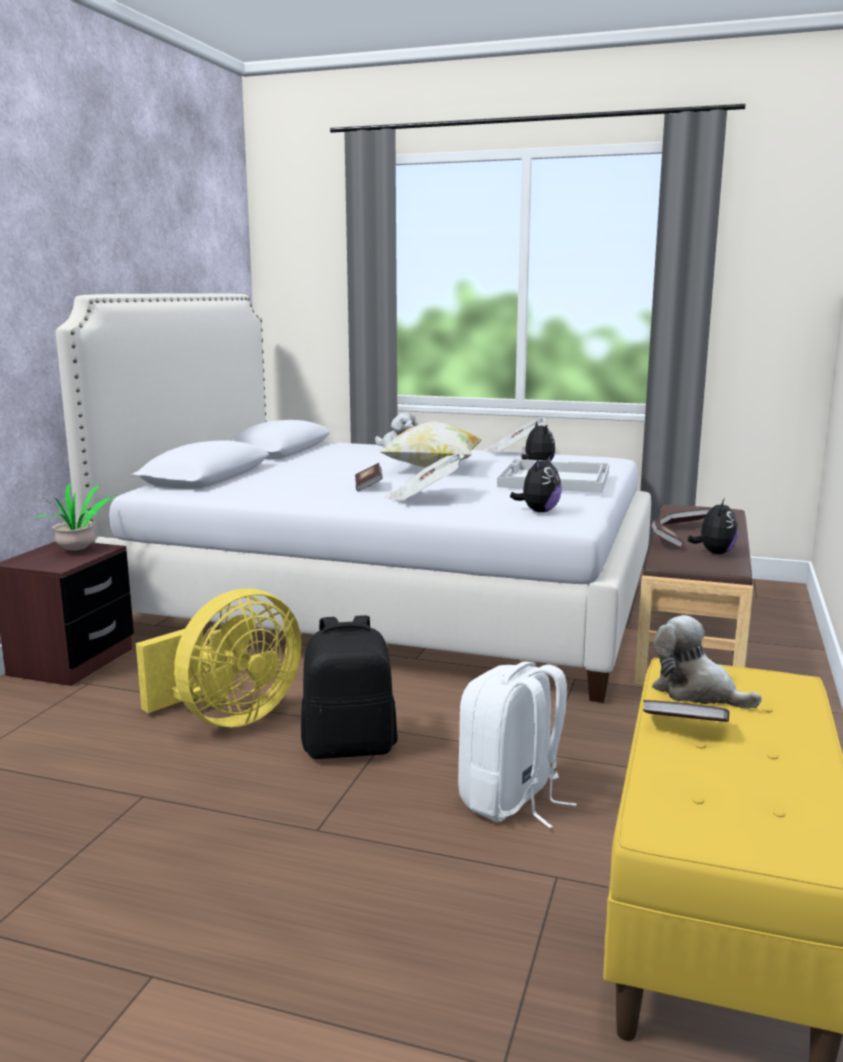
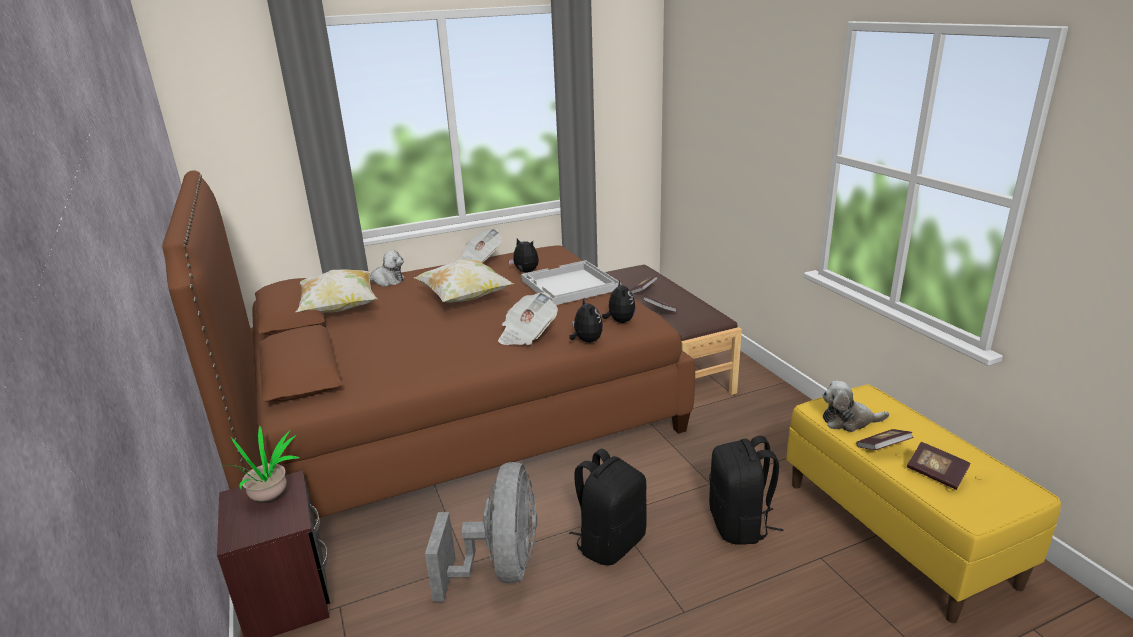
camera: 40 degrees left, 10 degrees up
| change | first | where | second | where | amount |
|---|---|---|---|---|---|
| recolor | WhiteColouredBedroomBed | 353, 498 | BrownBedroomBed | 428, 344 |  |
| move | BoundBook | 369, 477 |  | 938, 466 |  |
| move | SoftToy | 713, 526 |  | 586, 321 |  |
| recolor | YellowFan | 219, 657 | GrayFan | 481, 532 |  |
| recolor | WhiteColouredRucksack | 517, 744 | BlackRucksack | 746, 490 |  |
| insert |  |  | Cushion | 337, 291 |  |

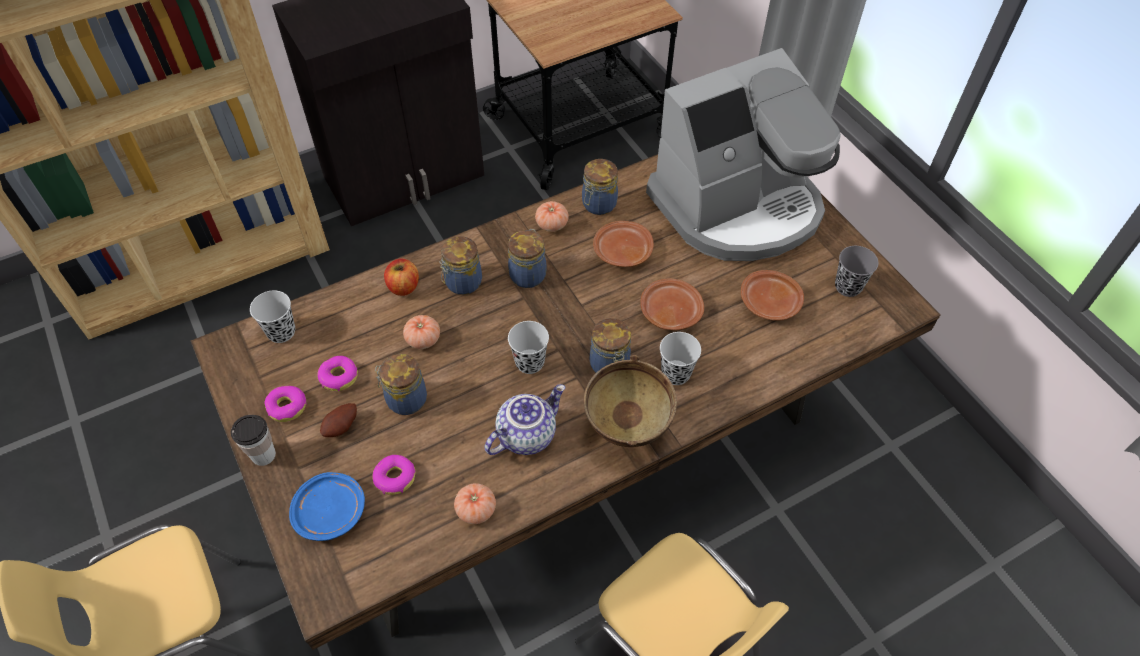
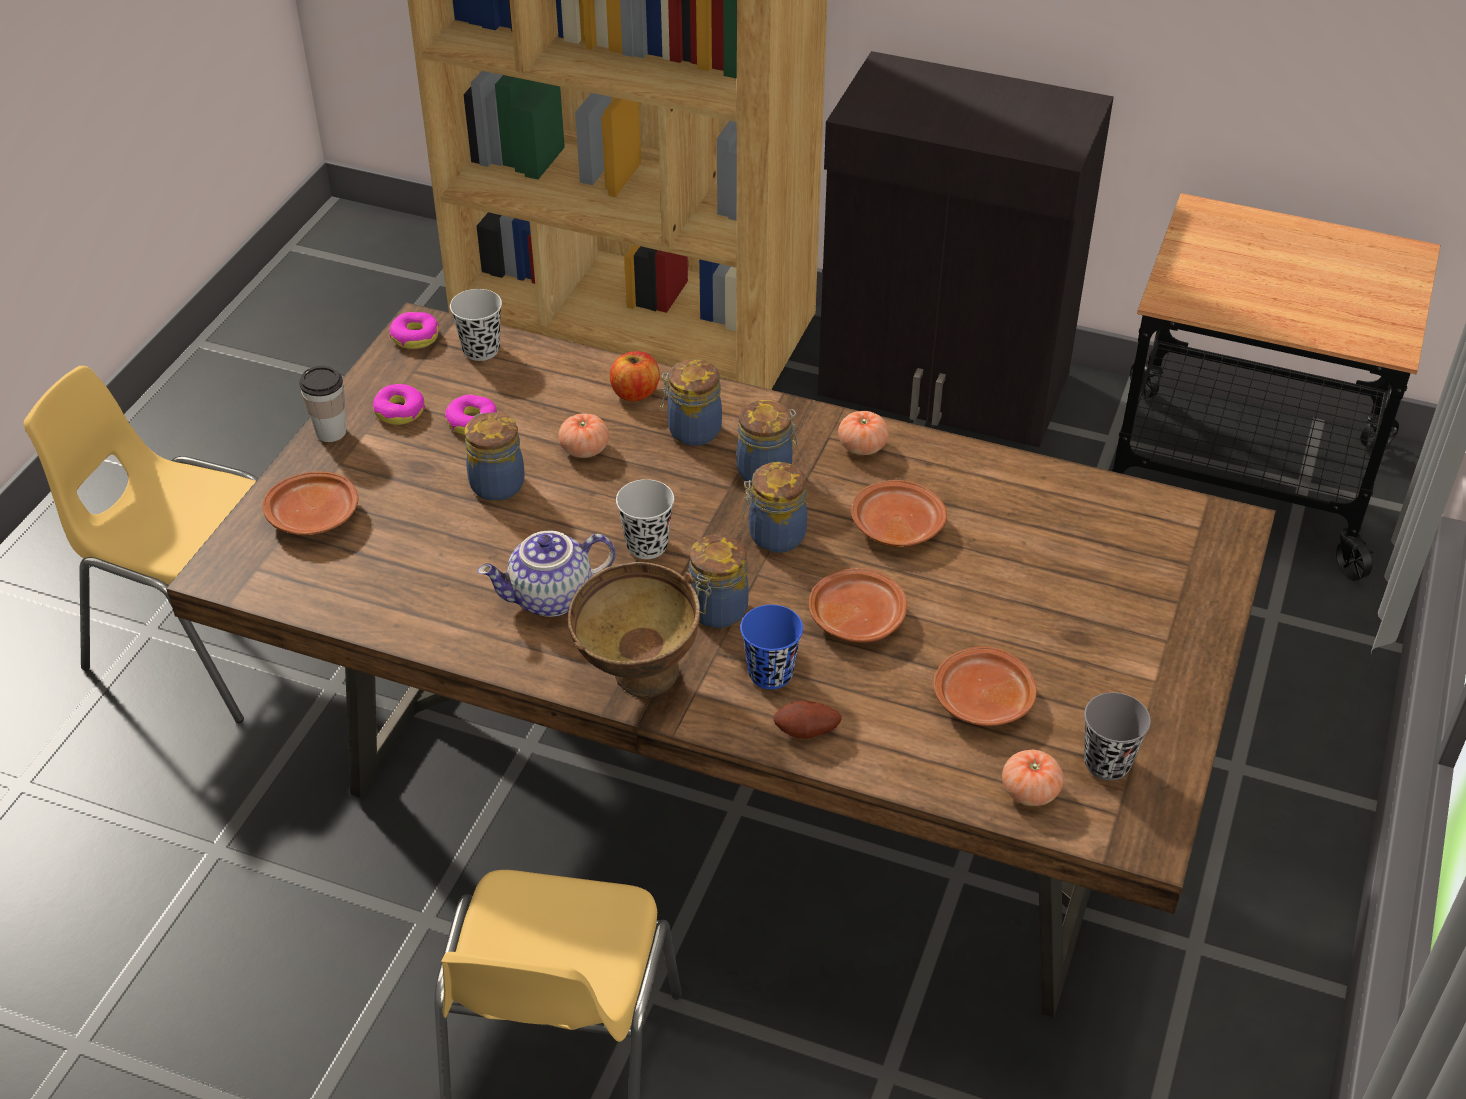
camera: 50 degrees right, 10 degrees down
| change | first | where | second | where | amount |
|---|---|---|---|---|---|
| delete | CoffeeMachine | 743, 154 |  |  |  |
| move | Jar | 600, 187 |  | 775, 507 |  |
| recolor | BlackSmallCup | 680, 358 | BlueSmallCup | 771, 647 |  |
| rotate | Teapot | 524, 419 |  | 546, 574 | 150 degrees clockwise |
| move | Potato | 338, 420 |  | 807, 720 |  |
| move | RingDoughnut | 394, 475 |  | 414, 330 |  |
| recolor | BlueFlatDish | 327, 506 | BrownFlatDish | 310, 503 |  |
| move | WholeTomato | 475, 503 |  | 1033, 778 |  |

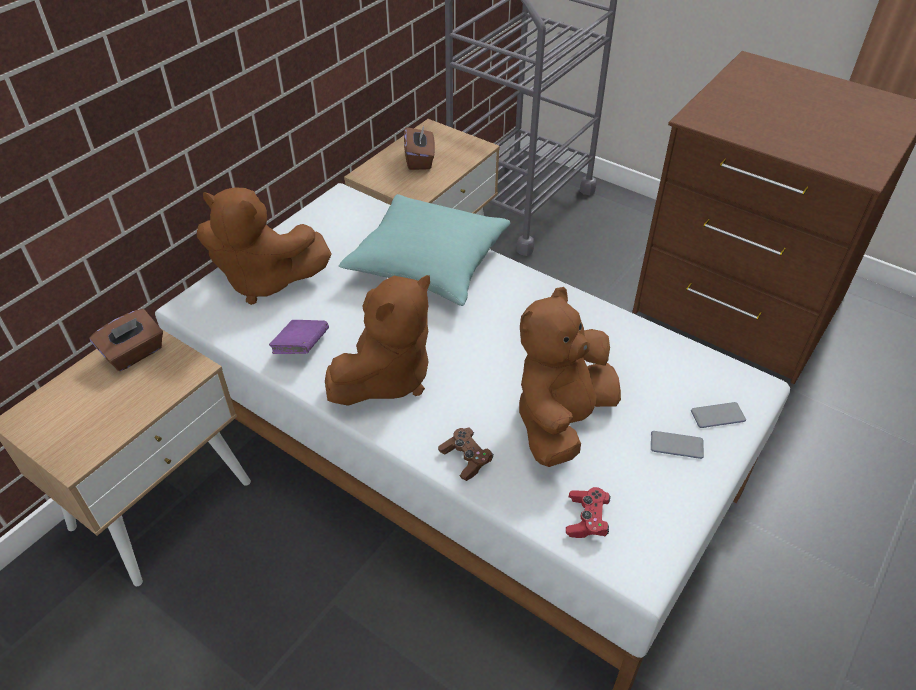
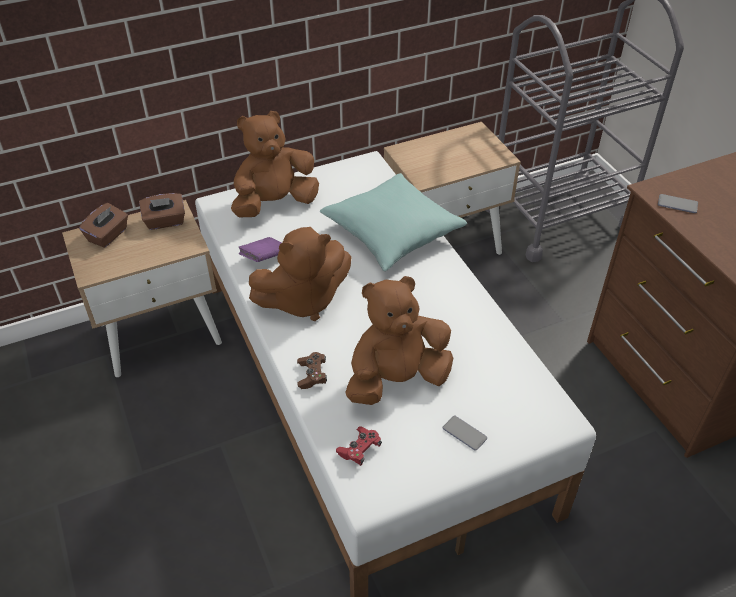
camera: 30 degrees right, 0 degrees up
| change | first | where | second | where | amount |
|---|---|---|---|---|---|
| move | BrownBoxOfTissues | 419, 147 |  | 103, 225 |  |
| rotate | BrownSoftToy | 264, 246 |  | 275, 164 | 105 degrees clockwise |
| move | Handset | 718, 415 |  | 678, 203 |  |

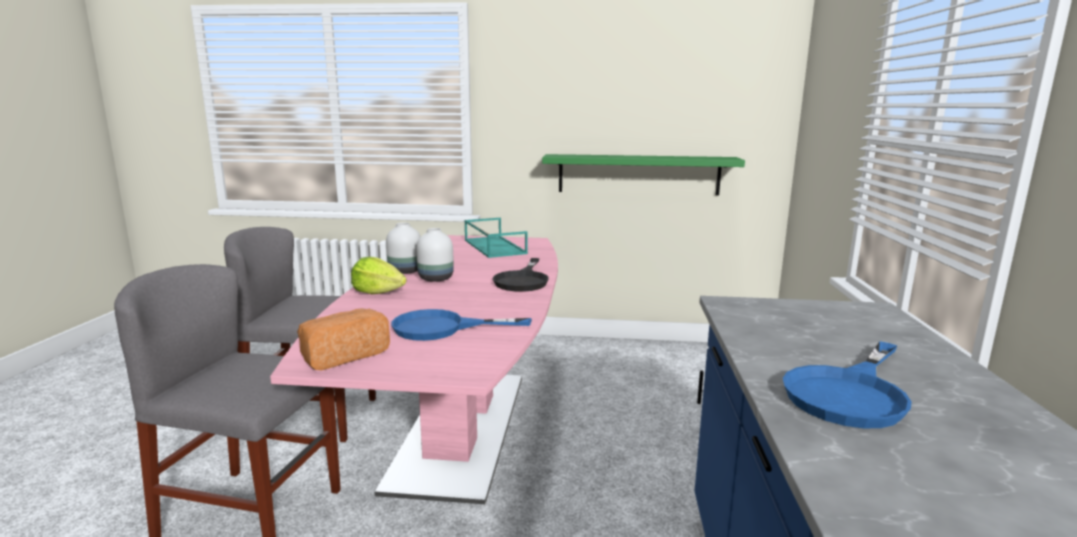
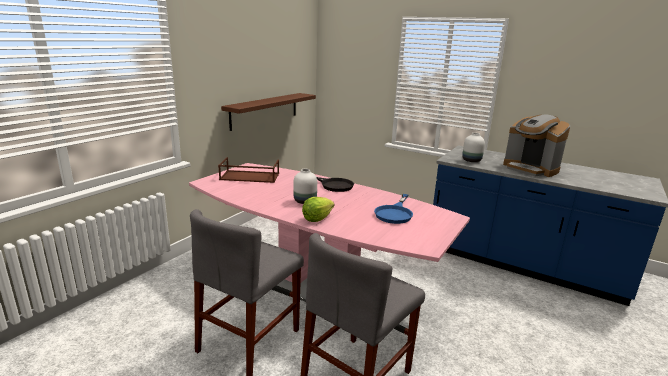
camera: 65 degrees left, 5 degrees up
| change | first | where | second | where | amount |
|---|---|---|---|---|---|
| recolor | GreenWallShelf | 643, 174 | BrownWallShelf | 268, 112 |  |
| recolor | BlueGreenTray | 496, 238 | BrownTray | 248, 170 |  |
| move | WhiteColouredFlowerVase | 403, 248 |  | 473, 147 |  |
| delete | BakeryBread | 343, 339 |  |  |  |
| replace | BlueSkillet | 847, 384 | CoffeeMachine | 536, 145 |  |

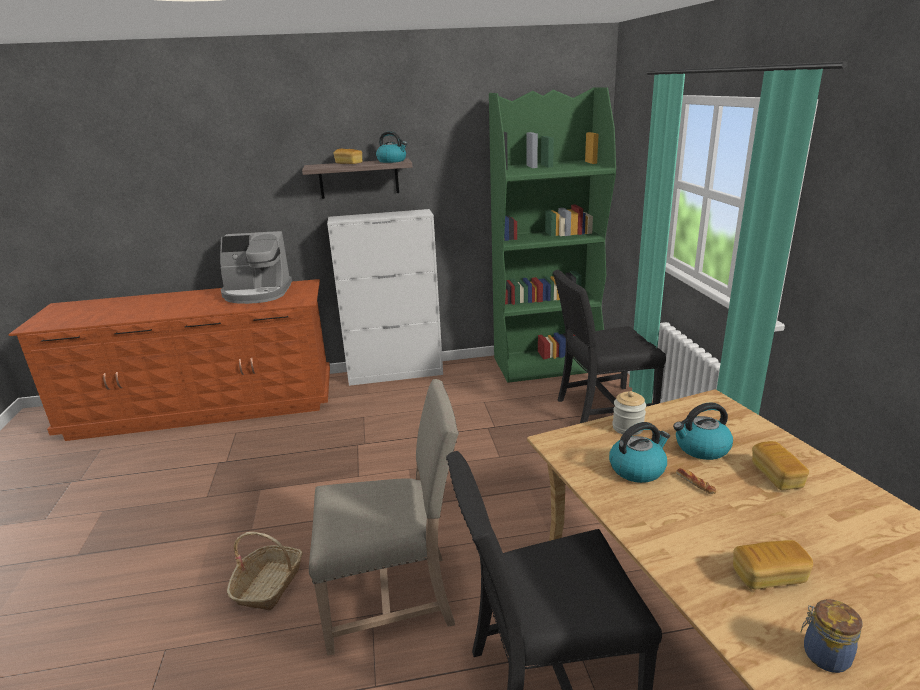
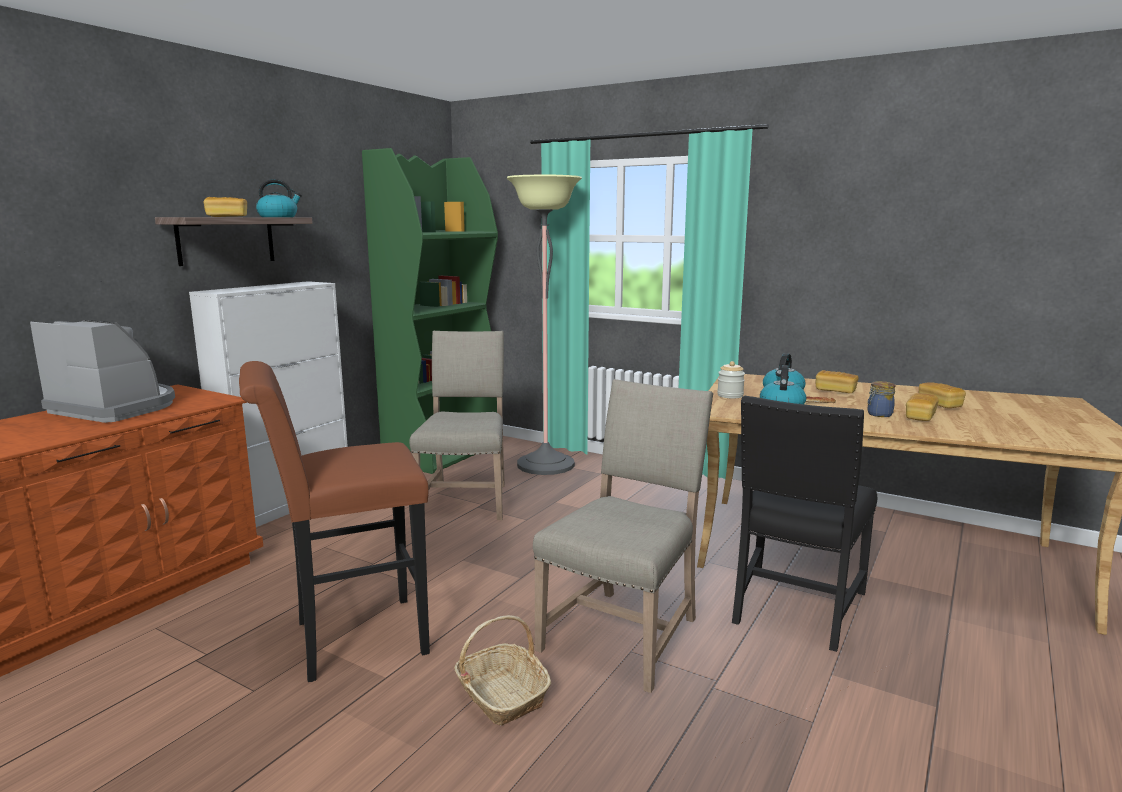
camera: 50 degrees left, 10 degrees down
| change | first | where | second | where | amount |
|---|---|---|---|---|---|
| rotate | CoffeeMachine | 256, 267 |  | 102, 371 | 105 degrees counterclockwise |
| replace | BlackPlainChair | 609, 346 | StandardLamp | 544, 325 |  |
| move | Jar | 832, 636 |  | 881, 399 |  |
| insert |  |  | SandColouredPlainChair | 457, 425 |  |
| insert |  |  | BrownSittingStool | 334, 521 |  |
| insert |  |  | BakeryBread | 942, 395 |  |

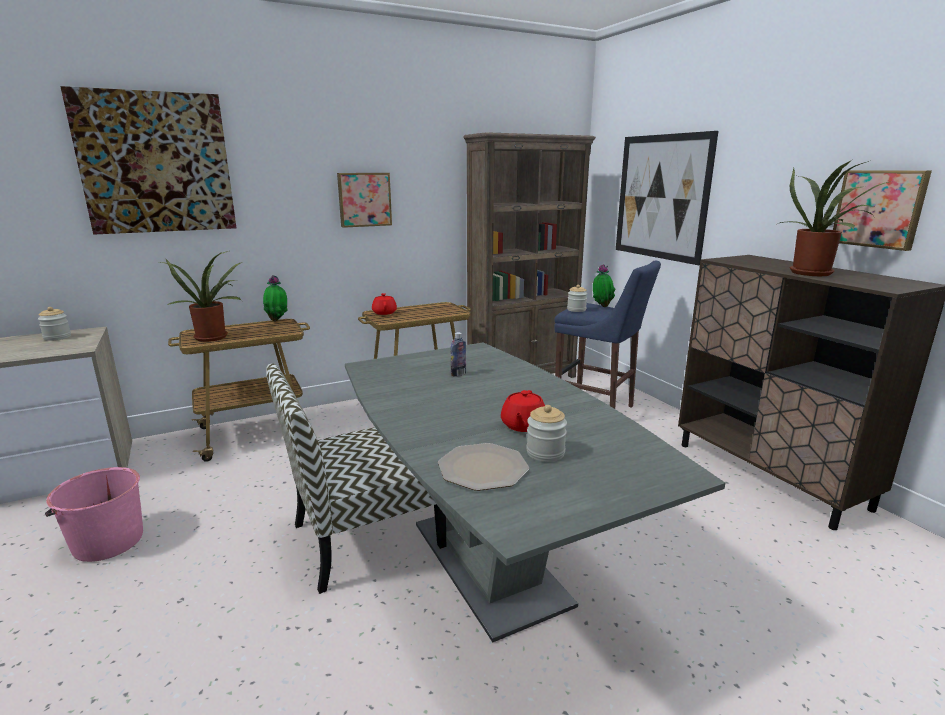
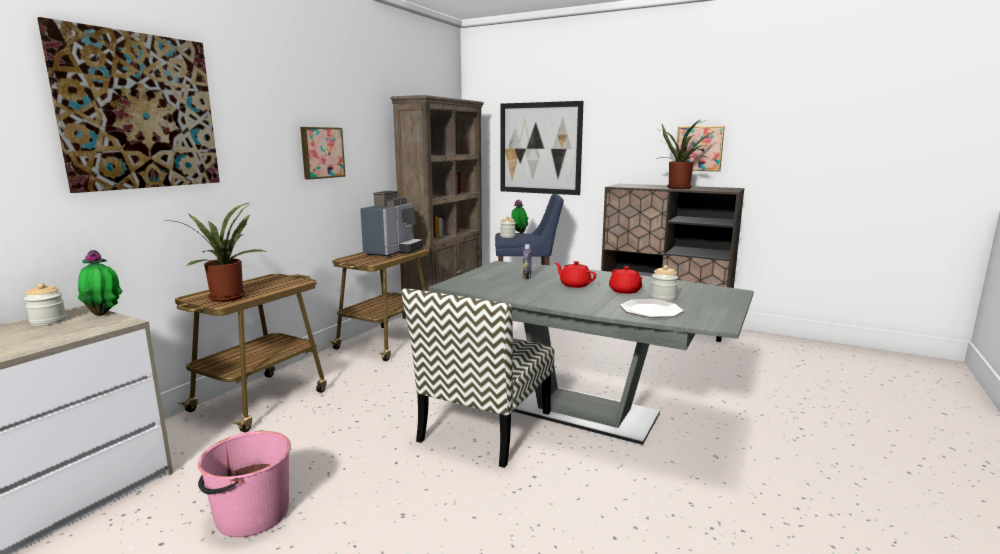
camera: 35 degrees left, 5 degrees down
| change | first | where | second | where | amount |
|---|---|---|---|---|---|
| move | Houseplant | 275, 298 |  | 100, 283 |  |
| move | RedTeapot | 384, 304 |  | 575, 274 |  |
| insert |  |  | CoffeeMachine | 391, 223 |  |

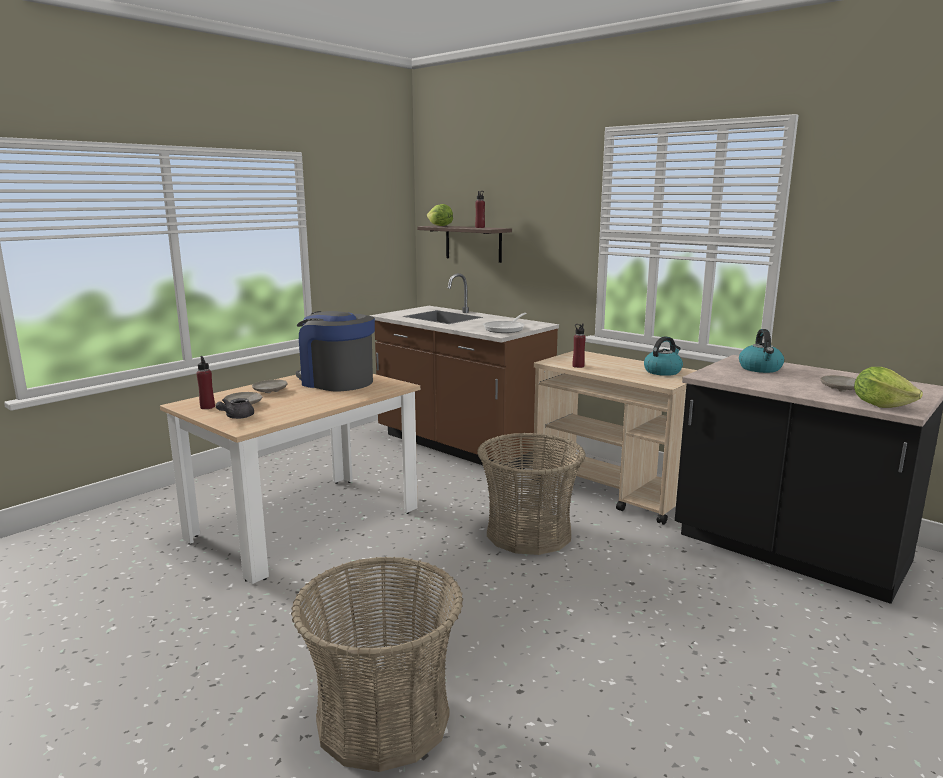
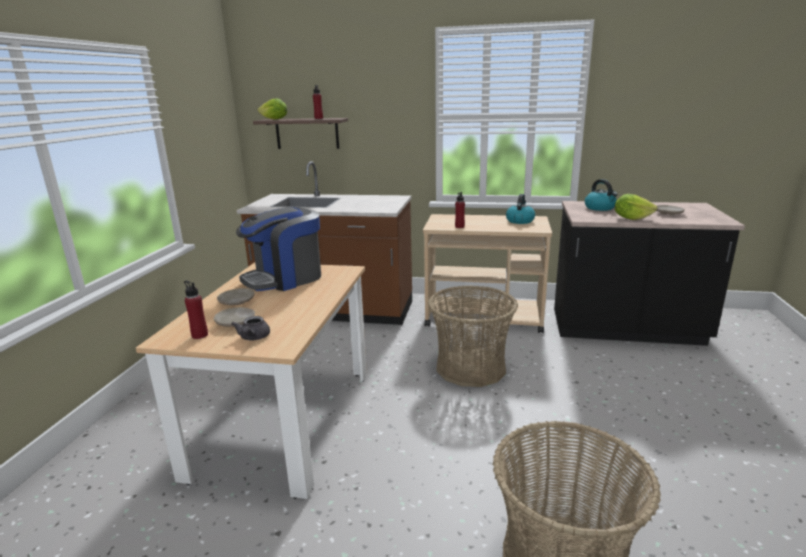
camera: 30 degrees left, 5 degrees up
| change | first | where | second | where | amount |
|---|---|---|---|---|---|
| rotate | CoffeeMachine | 335, 351 |  | 278, 249 | 45 degrees counterclockwise |
| delete | Skillet | 505, 323 |  |  |  |
| move | HeadOfLettuce | 888, 387 |  | 636, 207 |  |

